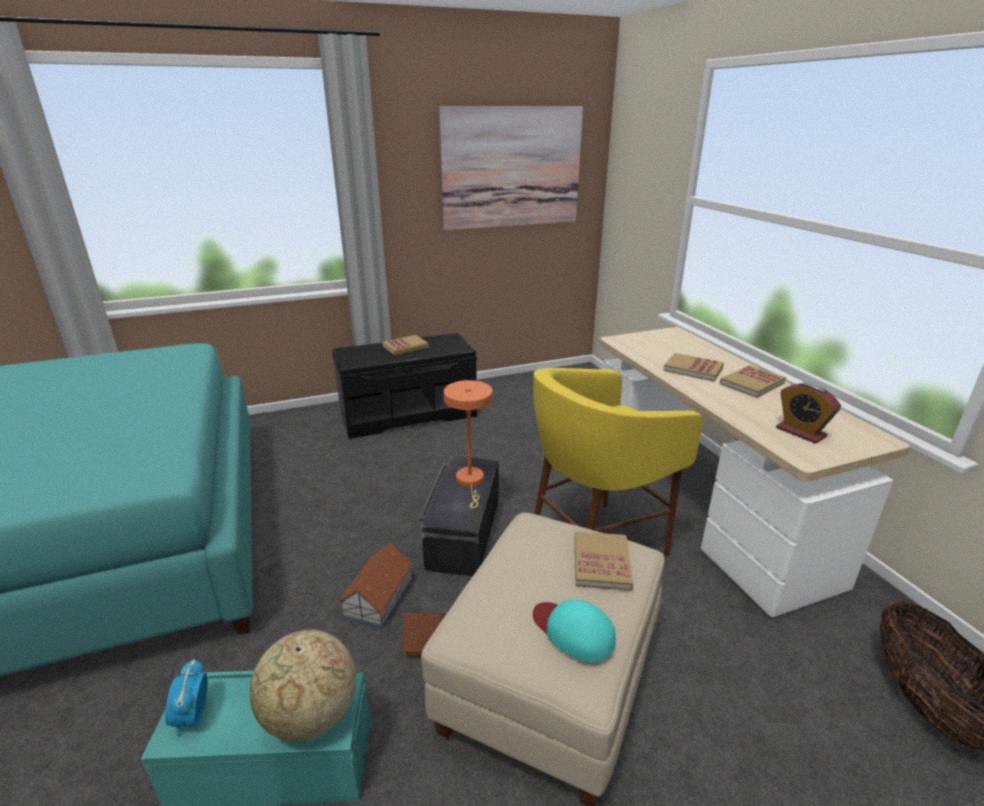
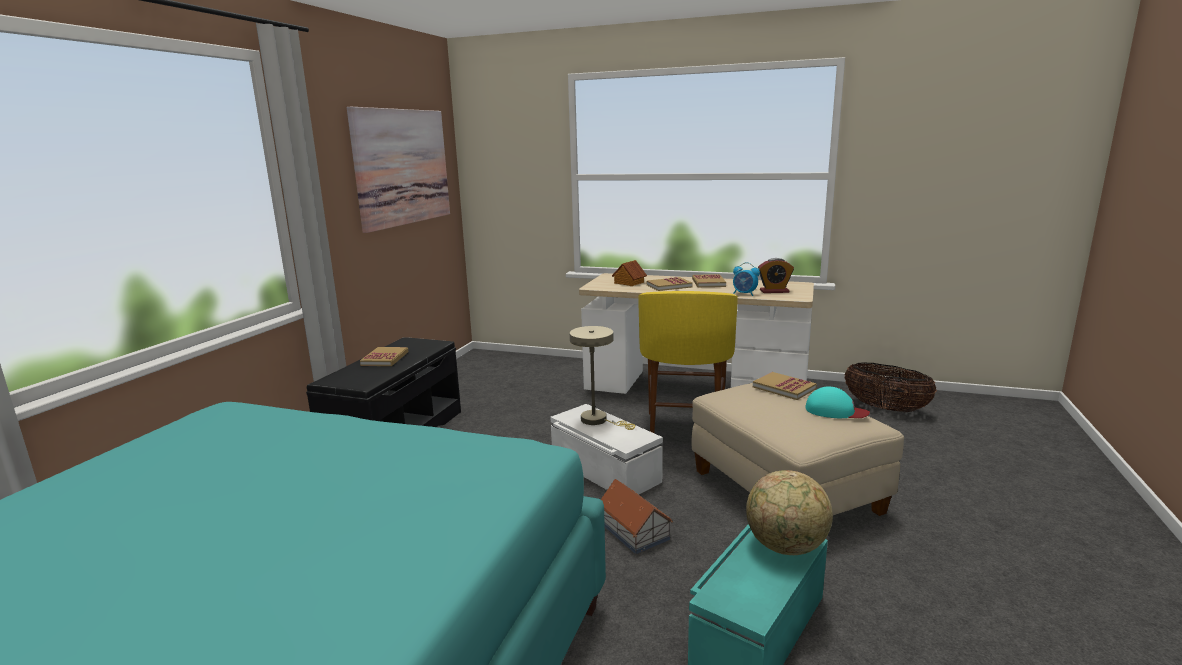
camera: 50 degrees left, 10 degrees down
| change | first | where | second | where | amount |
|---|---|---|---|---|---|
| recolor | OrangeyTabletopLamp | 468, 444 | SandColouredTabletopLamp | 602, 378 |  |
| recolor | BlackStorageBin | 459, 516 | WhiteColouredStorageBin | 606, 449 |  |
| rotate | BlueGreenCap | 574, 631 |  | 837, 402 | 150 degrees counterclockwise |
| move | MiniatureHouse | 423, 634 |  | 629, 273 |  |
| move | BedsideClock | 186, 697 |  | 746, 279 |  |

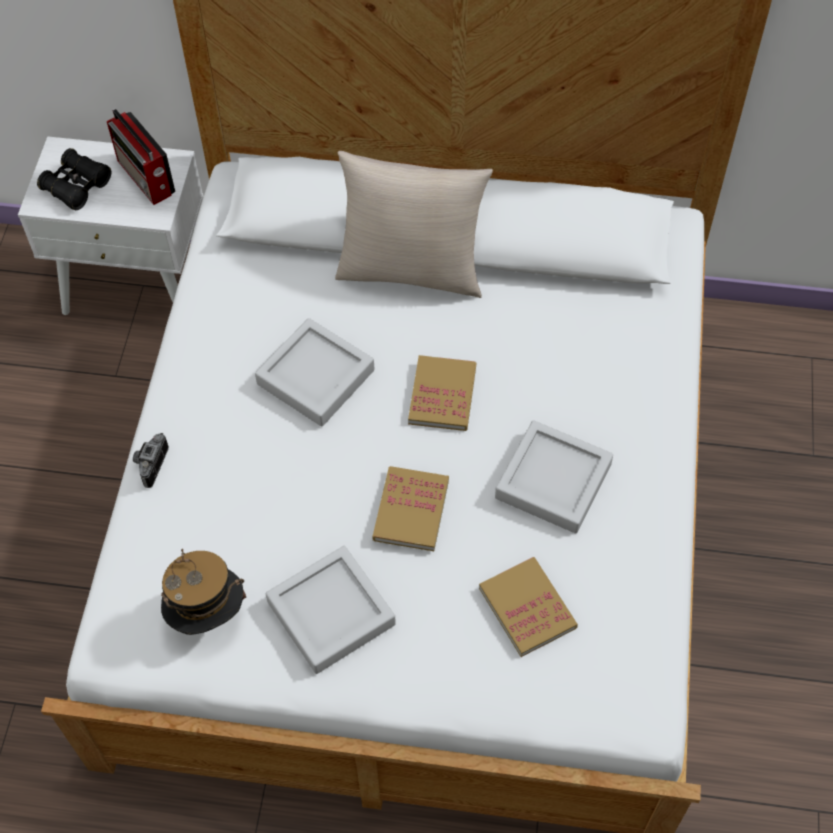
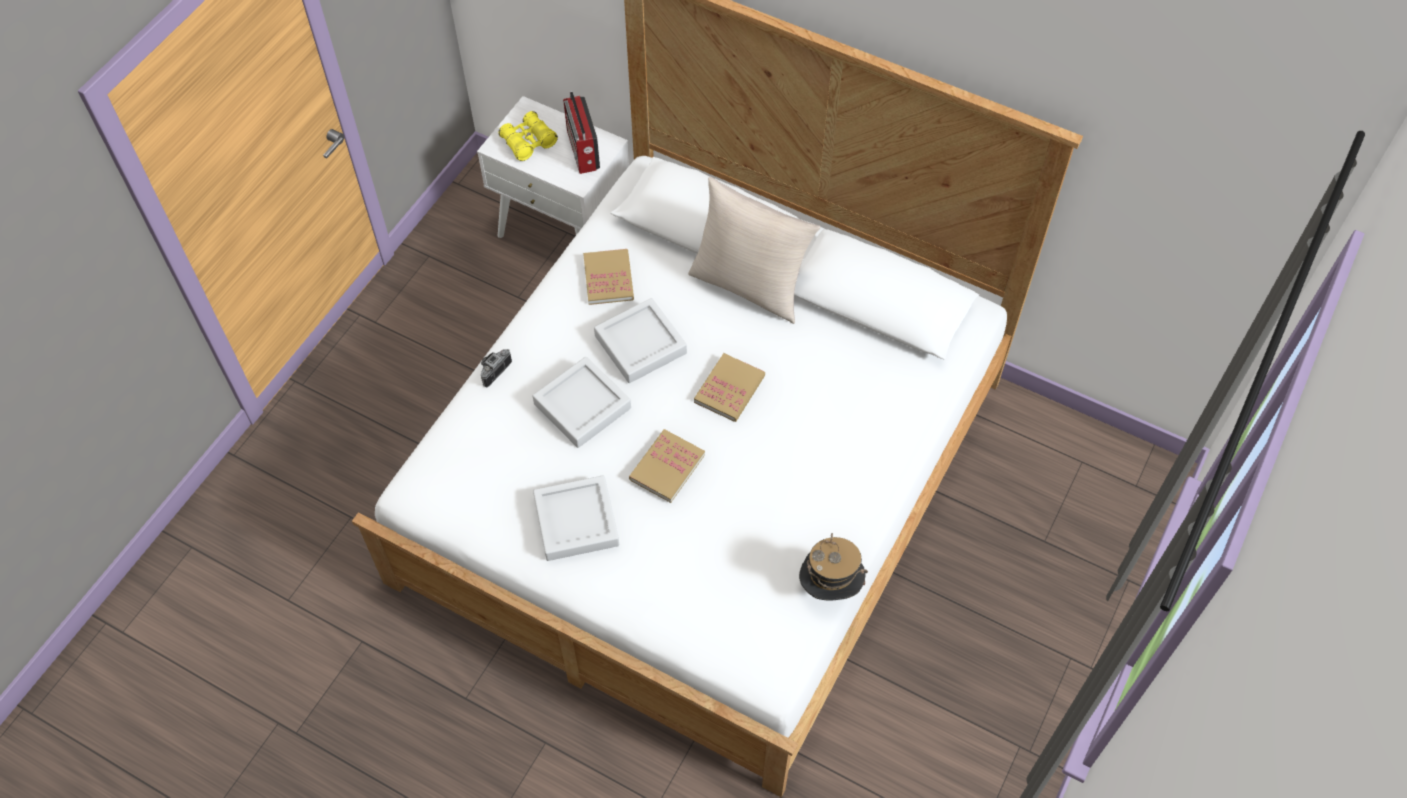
camera: 20 degrees right, 0 degrees up
| change | first | where | second | where | amount |
|---|---|---|---|---|---|
| recolor | BlackBinoculars | 74, 179 | YellowBinoculars | 528, 136 |  |
| move | GrayTray | 554, 476 |  | 582, 402 |  |
| move | WearableHat | 203, 592 |  | 833, 567 |  |
| move | BoundBook | 528, 607 |  | 608, 277 |  |

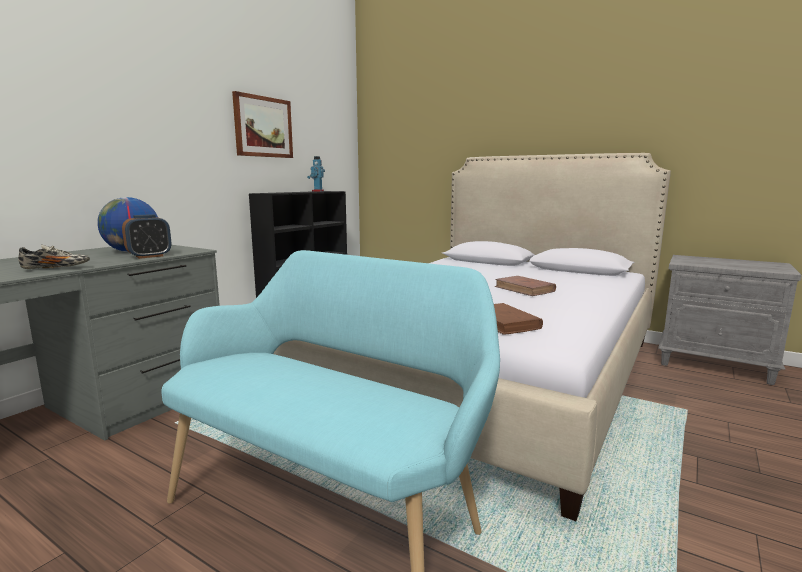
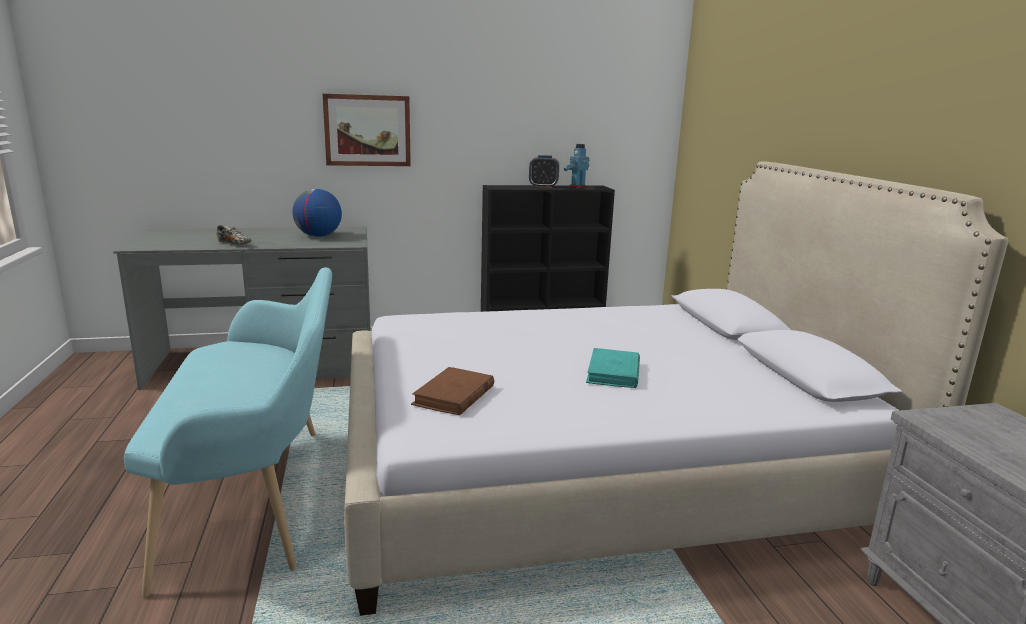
camera: 45 degrees right, 5 degrees up
| change | first | where | second | where | amount |
|---|---|---|---|---|---|
| move | WallArt | 262, 124 |  | 367, 130 |  |
| move | BedsideClock | 146, 236 |  | 544, 171 |  |
| recolor | BrownBoundBook | 525, 286 | BlueGreenBoundBook | 613, 368 |  |

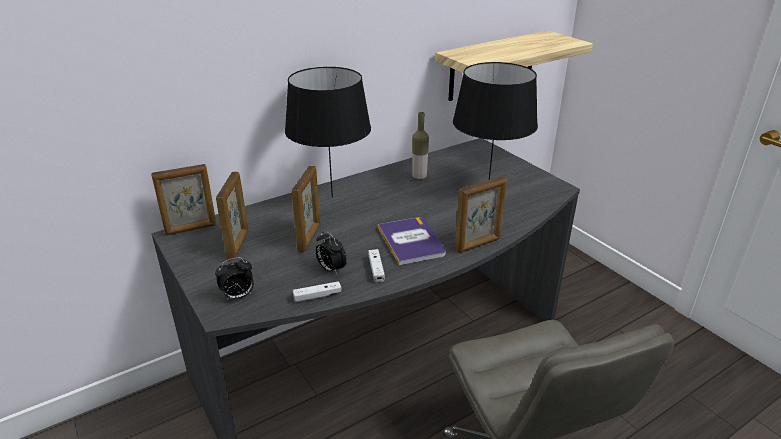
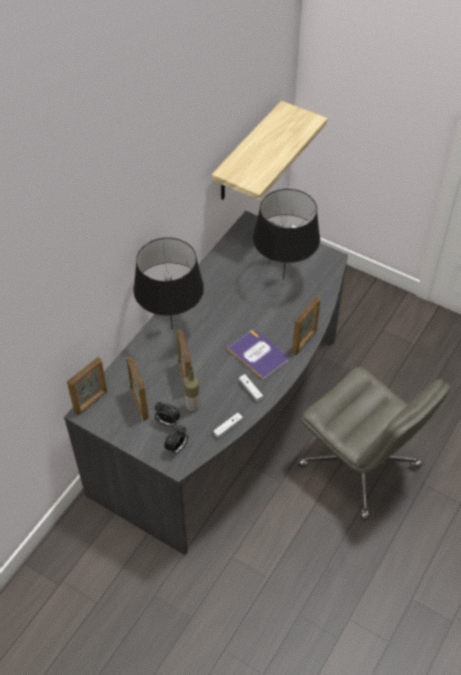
camera: 25 degrees left, 20 degrees up
| change | first | where | second | where | amount |
|---|---|---|---|---|---|
| move | Bottle | 420, 146 |  | 192, 389 |  |
| move | BedsideClock | 331, 252 |  | 167, 414 |  |

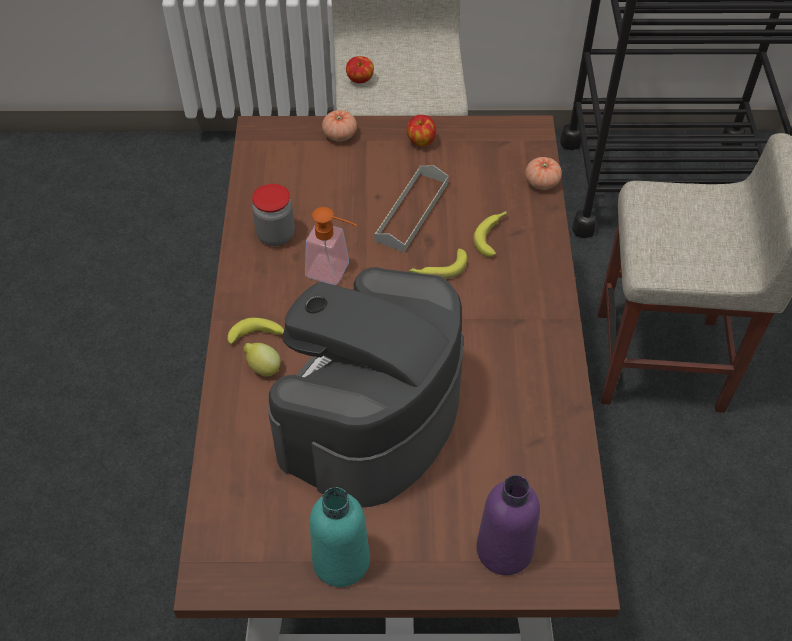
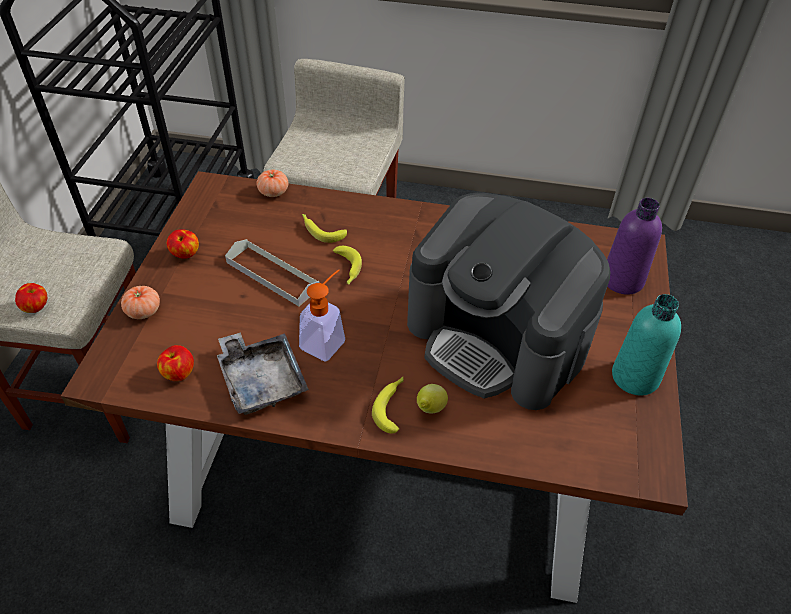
camera: 80 degrees left, 5 degrees down
| change | first | where | second | where | amount |
|---|---|---|---|---|---|
| replace | Jar | 273, 215 | GrayTray | 263, 373 |  |
| insert |  |  | Apple | 175, 363 |  |

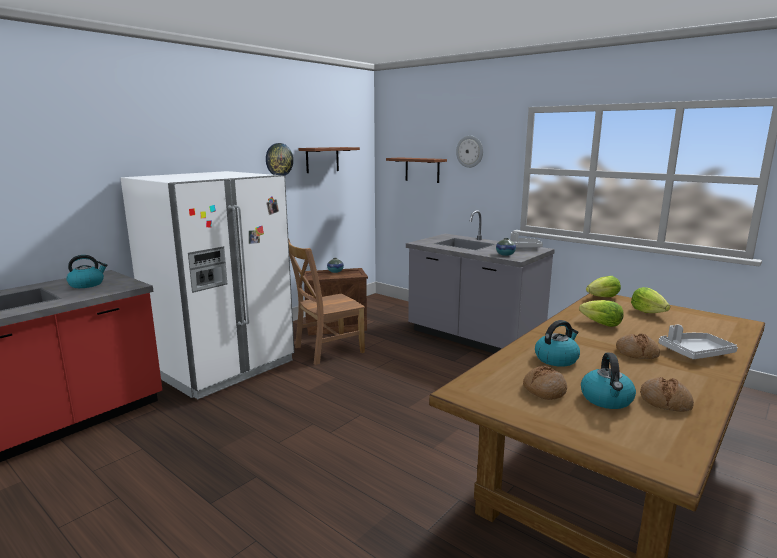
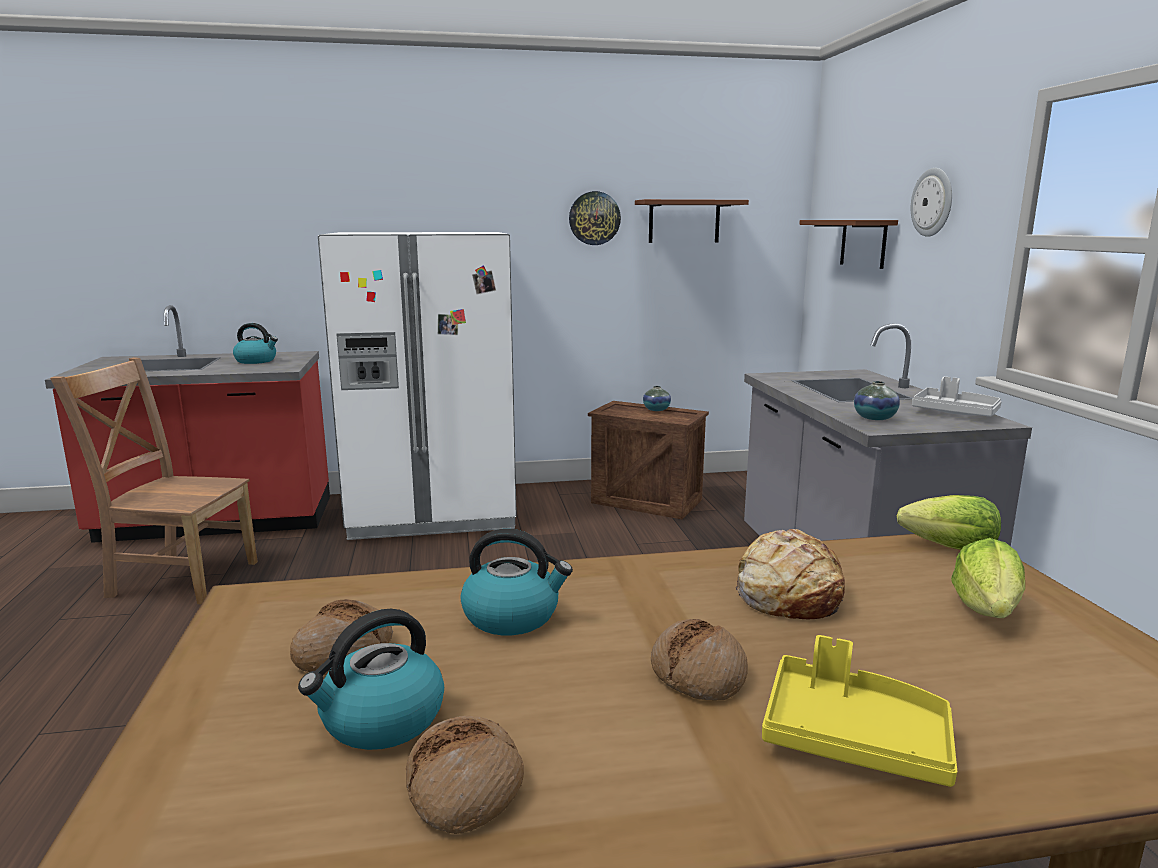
camera: 40 degrees right, 0 degrees up
| change | first | where | second | where | amount |
|---|---|---|---|---|---|
| move | BrownPlainChair | 326, 302 |  | 154, 480 |  |
| replace | HeadOfLettuce | 601, 313 | BakeryBread | 790, 574 |  |
| recolor | GrayTray | 698, 341 | YellowTray | 859, 711 |  |

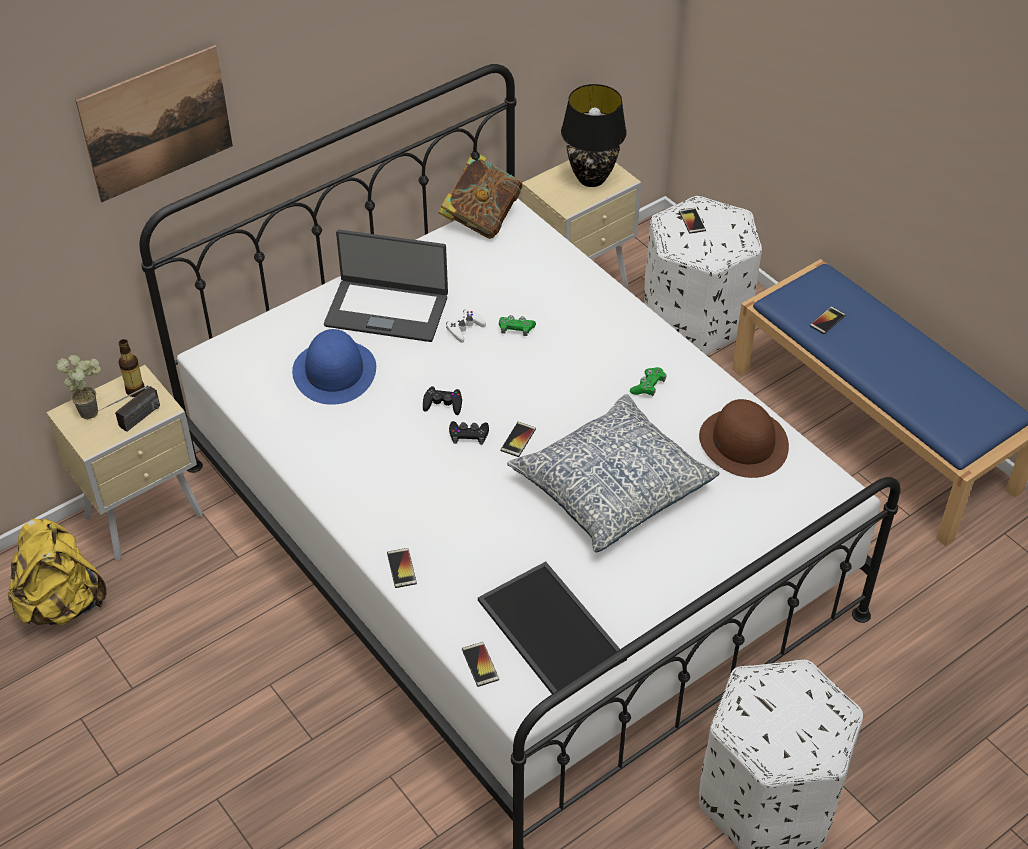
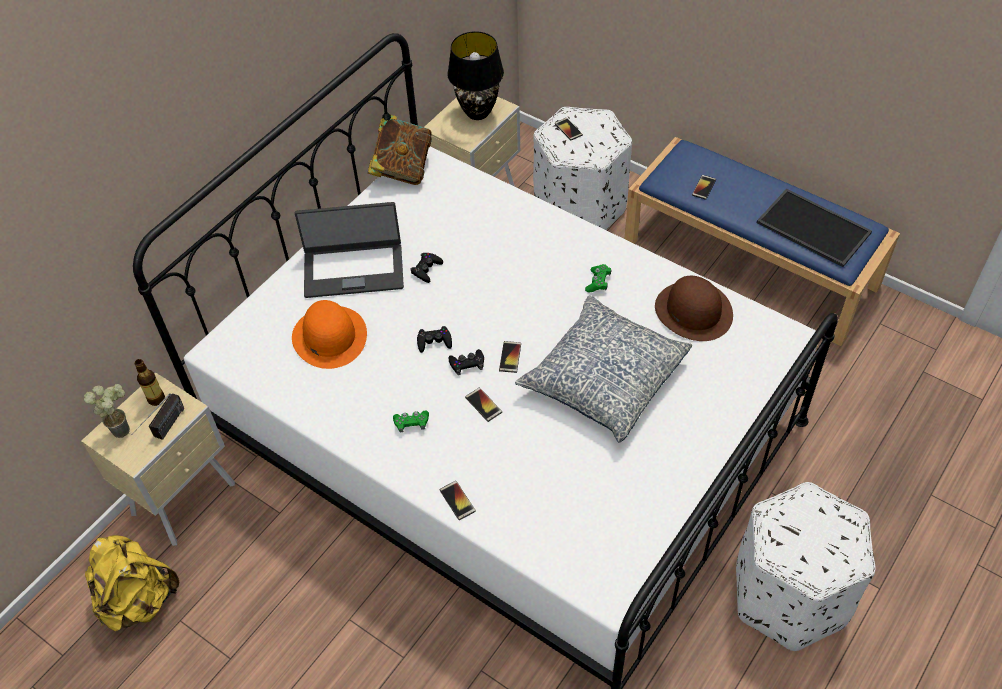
camera: 15 degrees left, 5 degrees up
| change | first | where | second | where | amount |
|---|---|---|---|---|---|
| delete | WallArt | 154, 123 |  |  |  |
| recolor | WhiteColouredGameController | 466, 326 | BlackGameController | 426, 268 |  |
| move | GreenGameController | 517, 325 |  | 411, 421 |  |
| recolor | BlueWearableHat | 334, 367 | OrangeyWearableHat | 329, 334 |  |
| move | Tray | 552, 627 |  | 814, 228 |  |
| move | Handset | 480, 664 |  | 483, 405 |  |

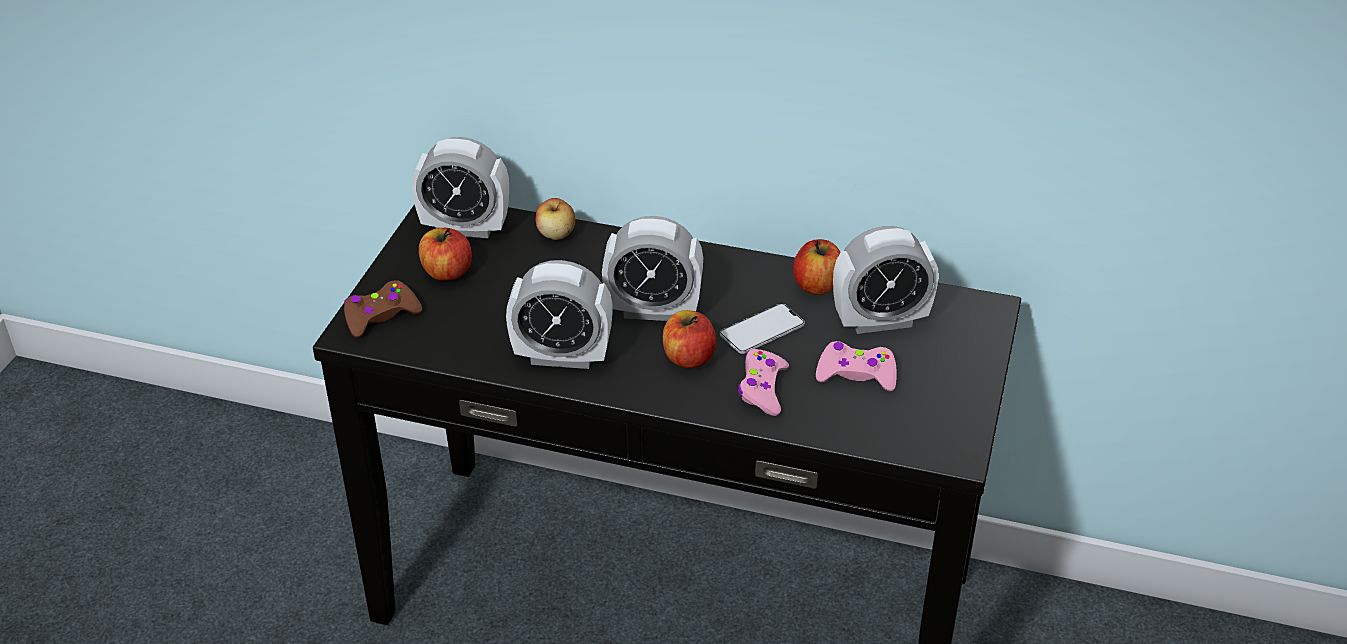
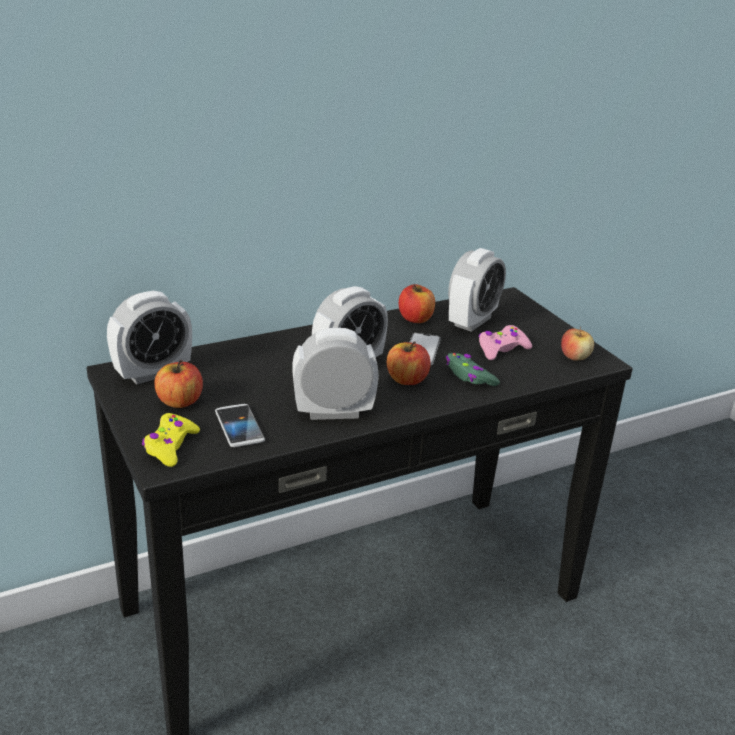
camera: 45 degrees left, 10 degrees down
| change | first | where | second | where | amount |
|---|---|---|---|---|---|
| move | Apple | 555, 219 |  | 577, 344 |  |
| rotate | BedsideClock | 559, 314 |  | 335, 374 | 150 degrees counterclockwise |
| recolor | BrownGameController | 383, 309 | YellowGameController | 171, 440 |  |
| recolor | PinkGameController | 763, 382 | GreenGameController | 473, 369 |  |
| insert |  |  | Handset | 240, 425 |  |

